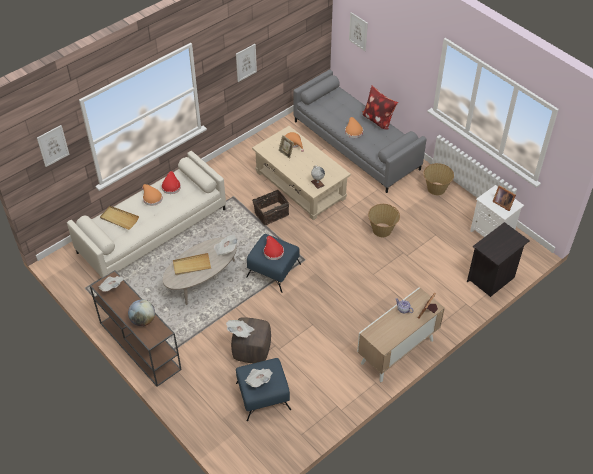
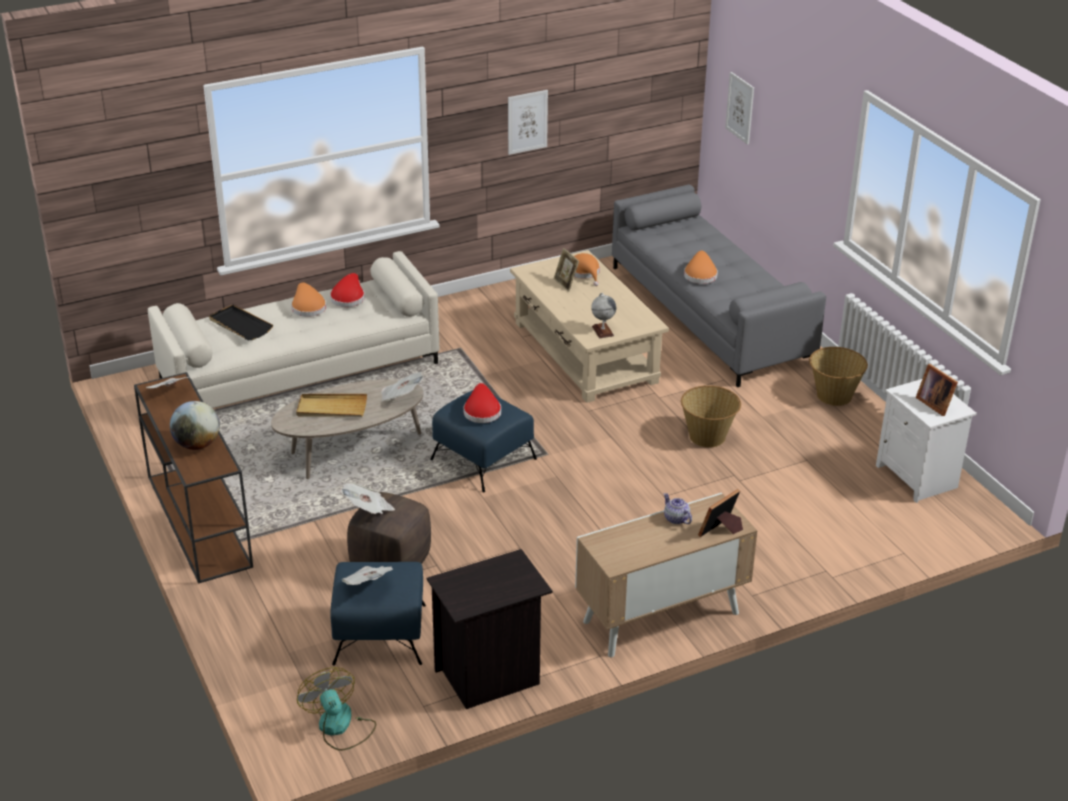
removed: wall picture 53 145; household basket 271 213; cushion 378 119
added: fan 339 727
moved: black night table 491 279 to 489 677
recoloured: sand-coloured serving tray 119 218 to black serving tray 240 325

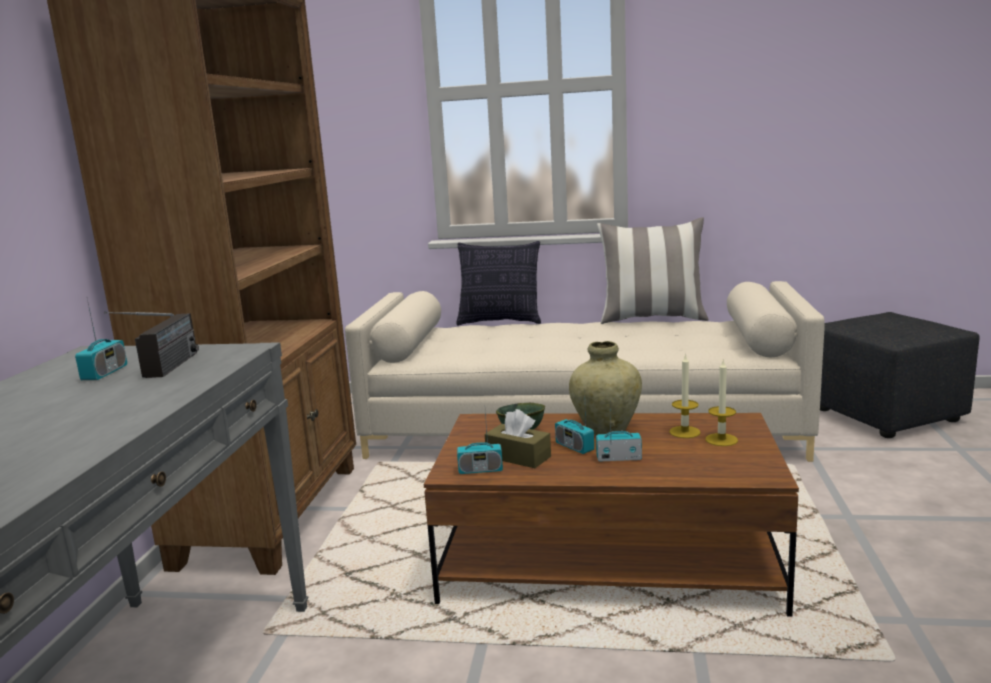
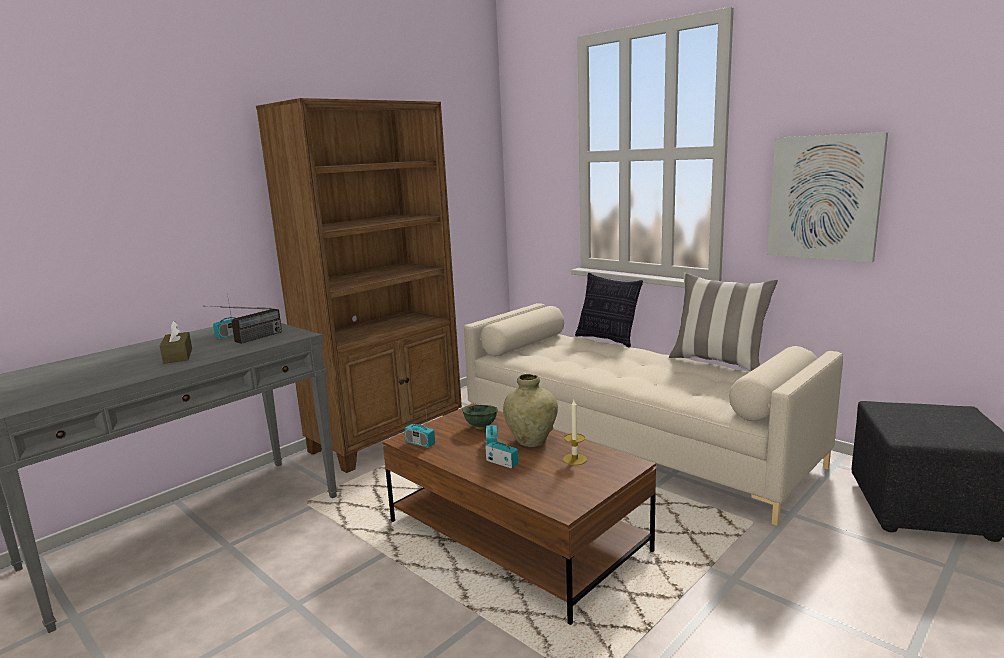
removed: candle 721 440
added: wall picture 824 197
moved: brownish tissue box 518 457 to 178 356

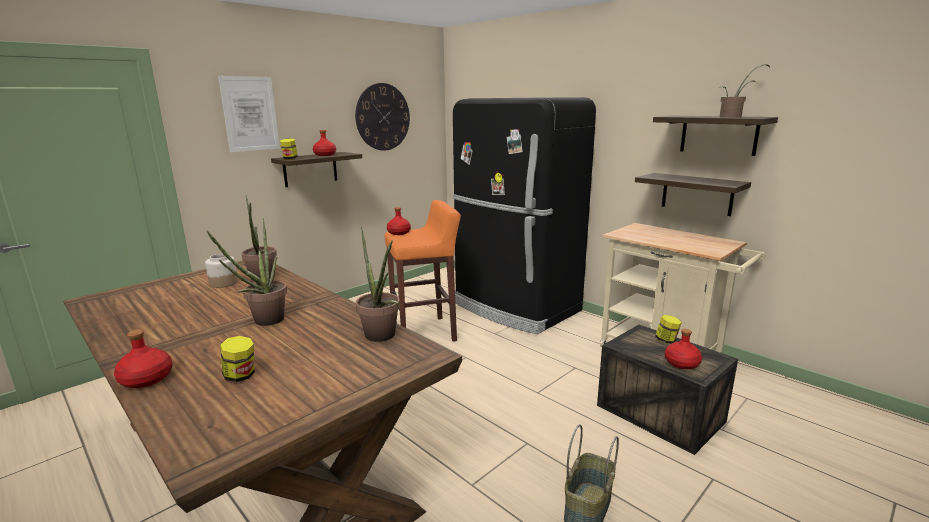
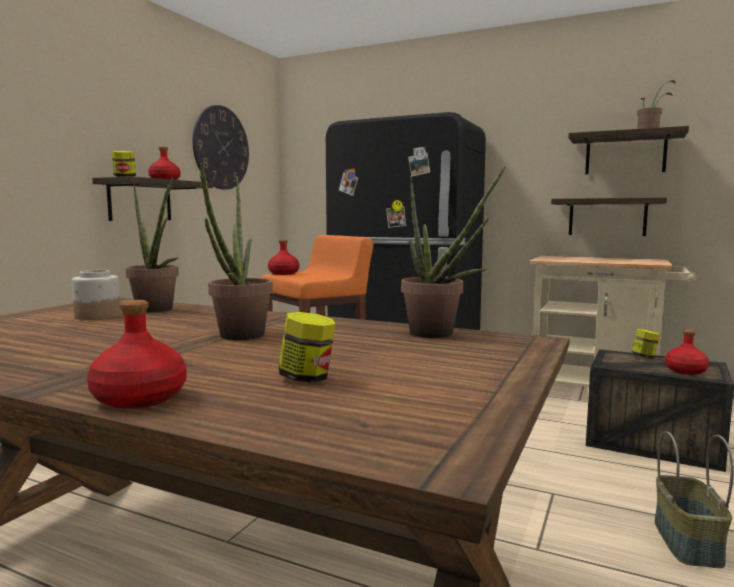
removed: wall picture 250 114

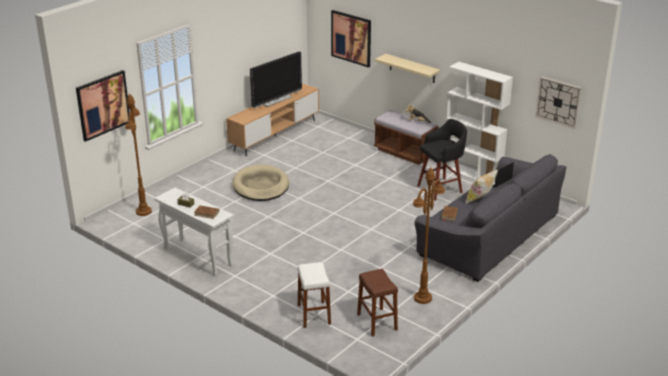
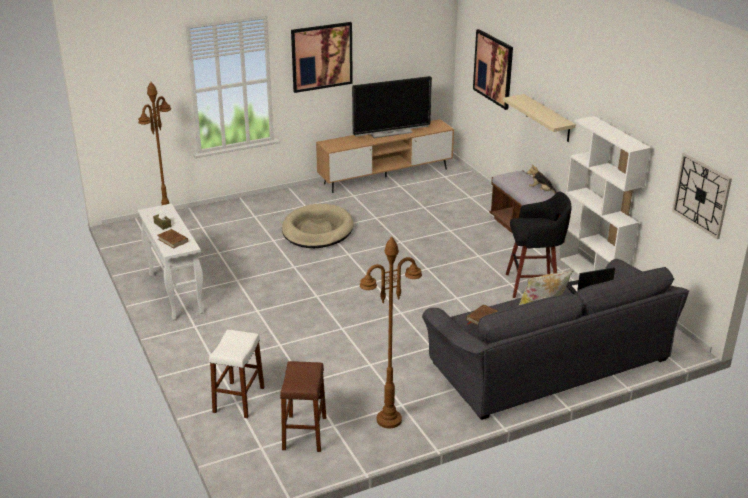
moved: wall picture 103 105 to 322 57

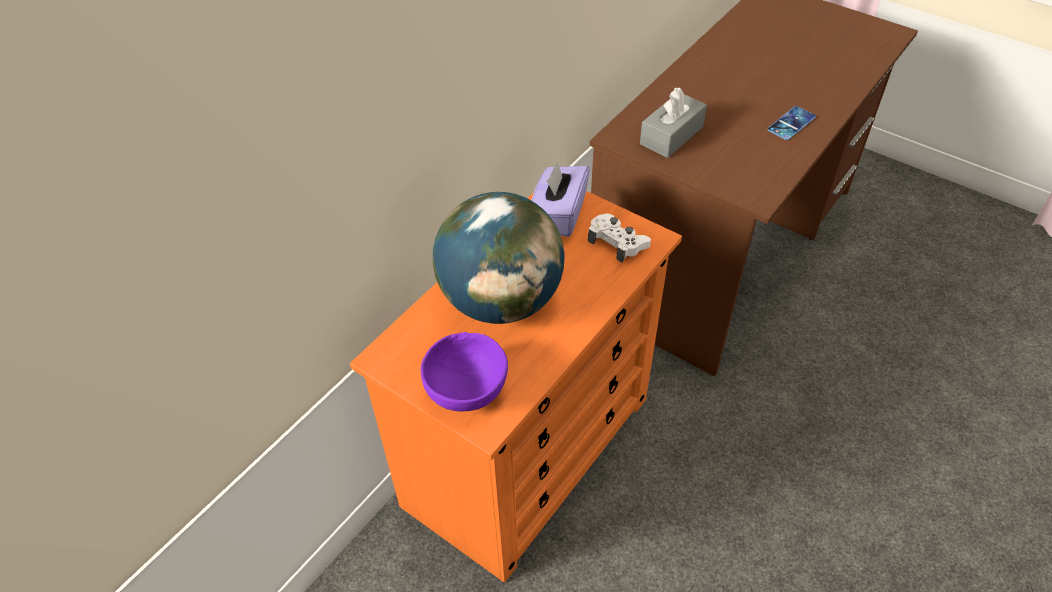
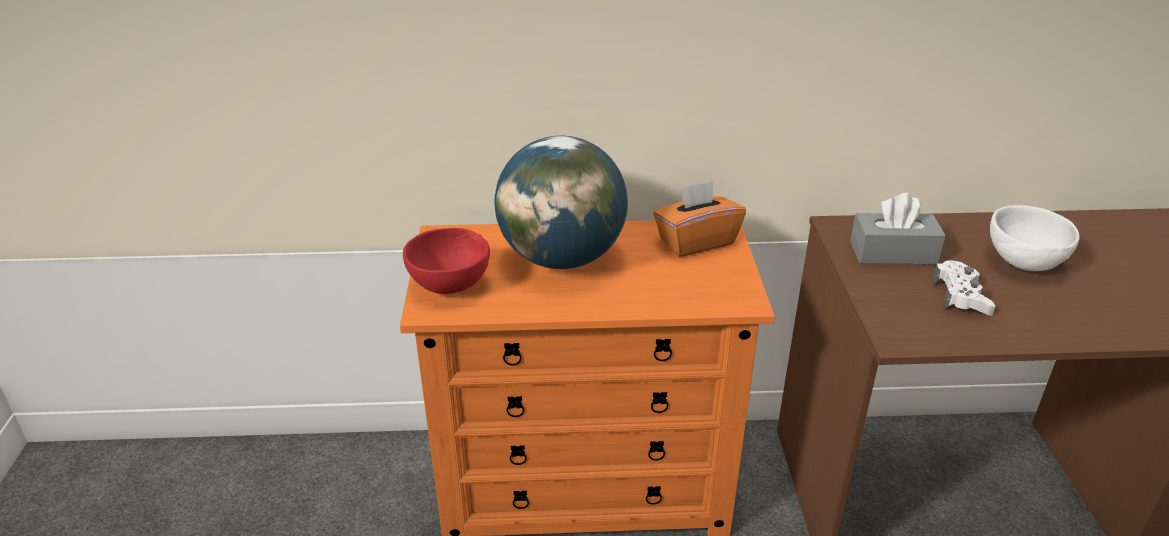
removed: telephone 791 123
added: white-coloured serving bowl 1022 262
moved: white-coloured joypad 617 242 to 961 296
recoloured: purplish serving bowl 468 391 to red-coloured serving bowl 451 286; purplish tissue box 558 215 to orange-coloured tissue box 696 241

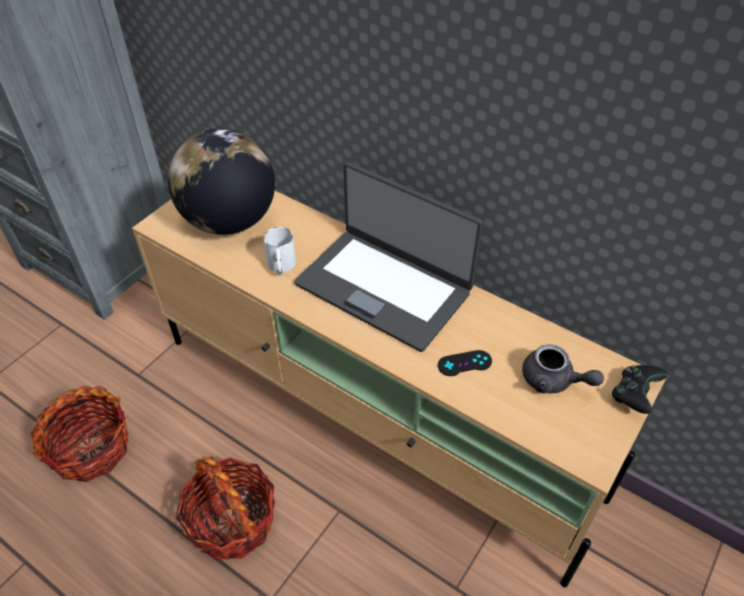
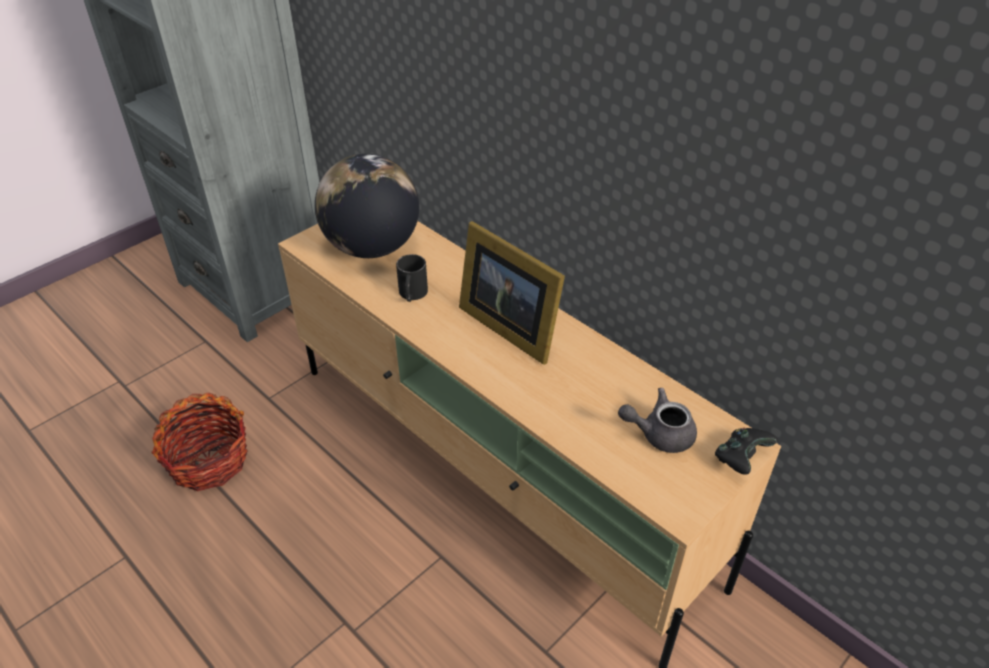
removed: household basket 232 521; black joypad 464 363
replaced: portable computer 384 287 to photo frame 509 325
recoloured: white-coloured mug 281 266 to black mug 412 294
turned: greyish teapot 553 381 = 659 434 135 degrees clockwise

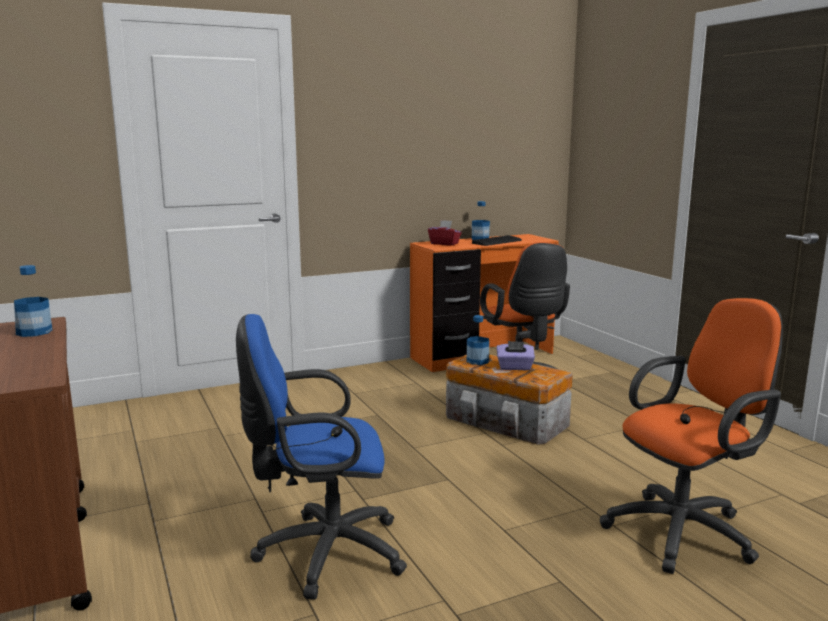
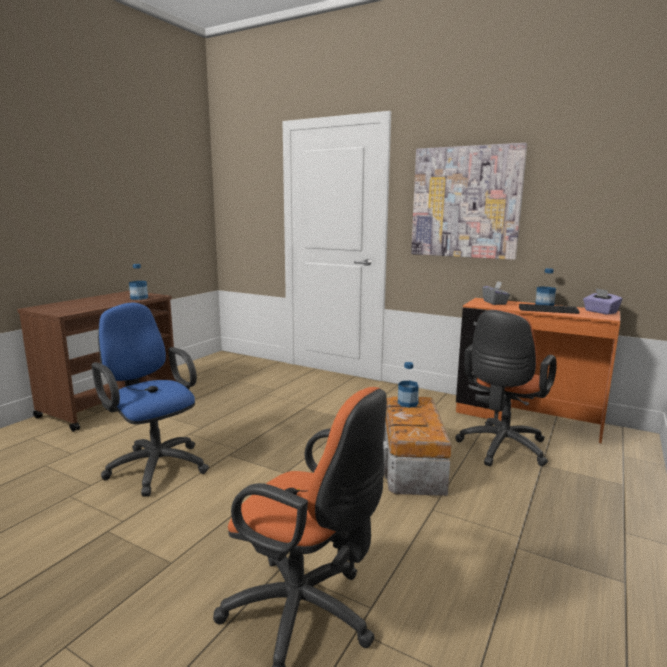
added: wall picture 465 202
moved: purplish tissue box 515 367 to 600 312
recoloured: red-coloured tissue box 444 244 to greyish tissue box 495 303

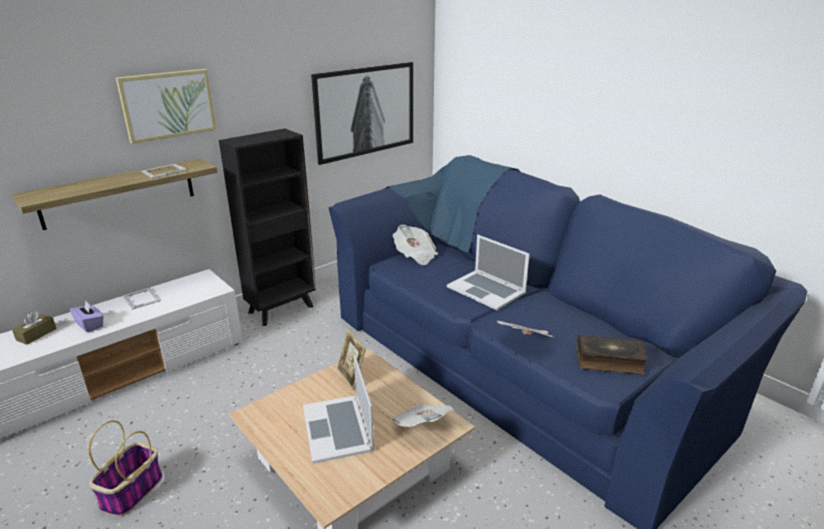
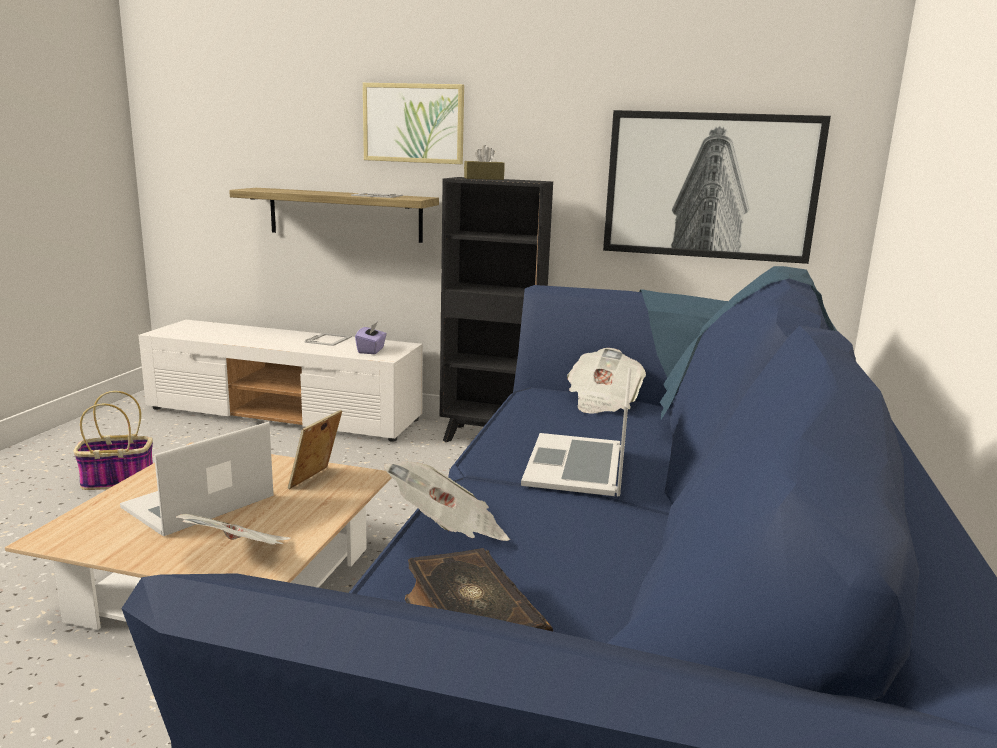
moved: purplish tissue box 90 325 to 371 350; brownish tissue box 36 334 to 483 178

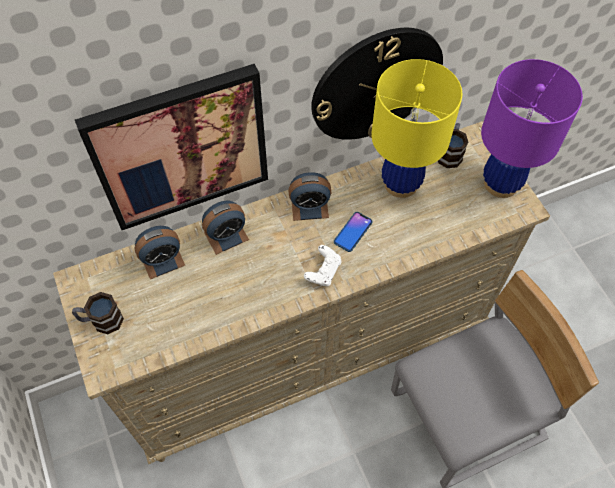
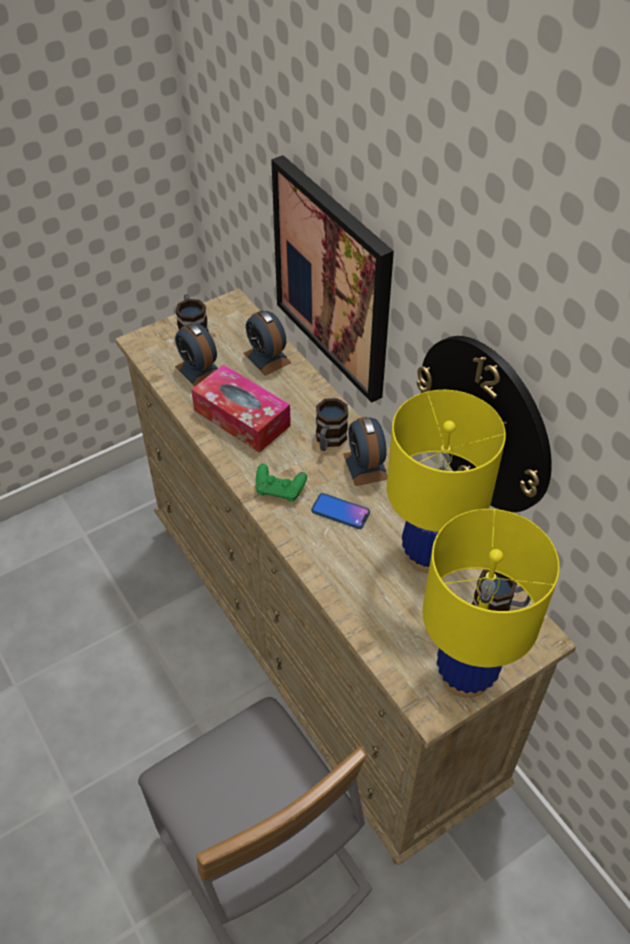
added: tissue box 242 418; mug 329 440
moved: alarm clock 226 236 to 199 370
recoloured: white-coloured joypad 323 271 to greenish joypad 280 490; purplish table lamp 501 183 to yellowish table lamp 466 674

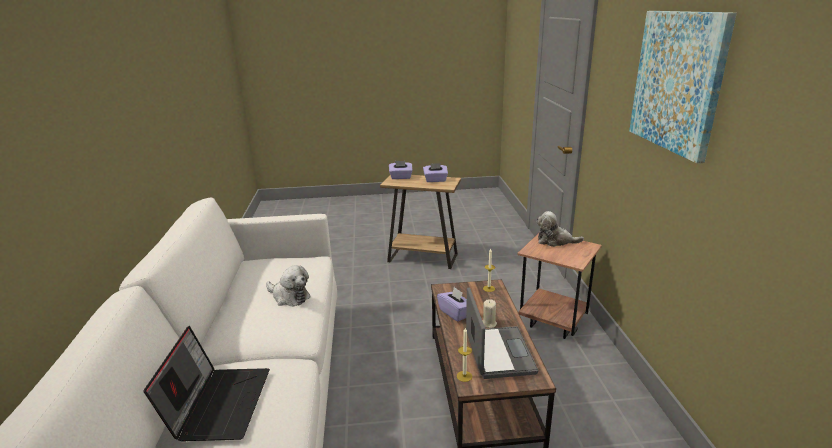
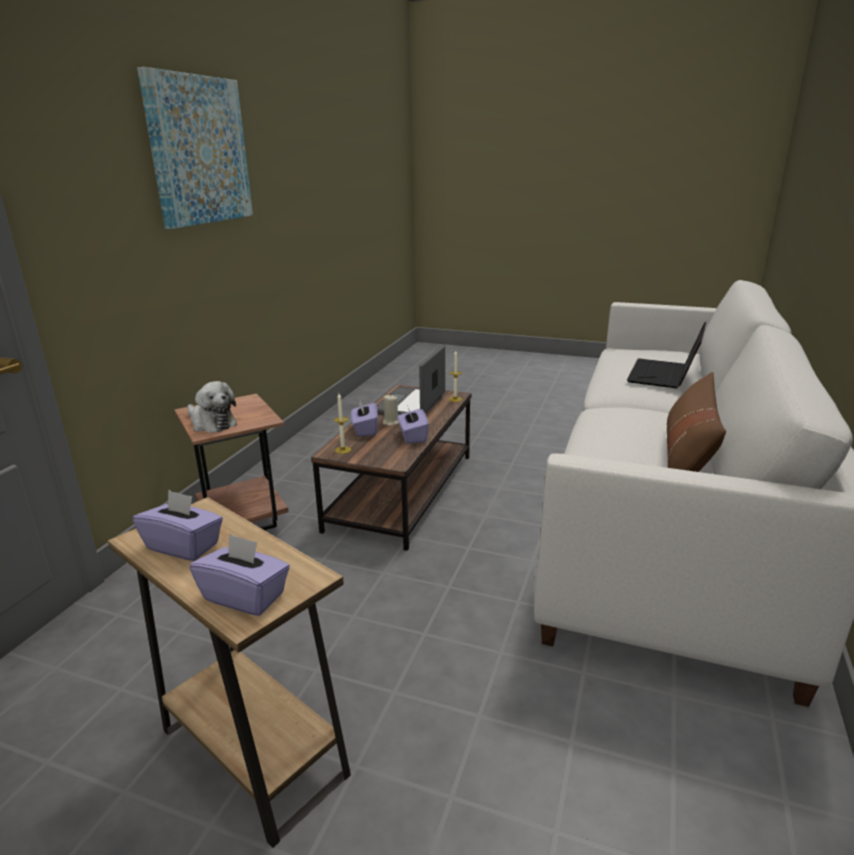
removed: soft toy 289 297
added: purplish tissue box 365 430; brownish cushion 686 457

